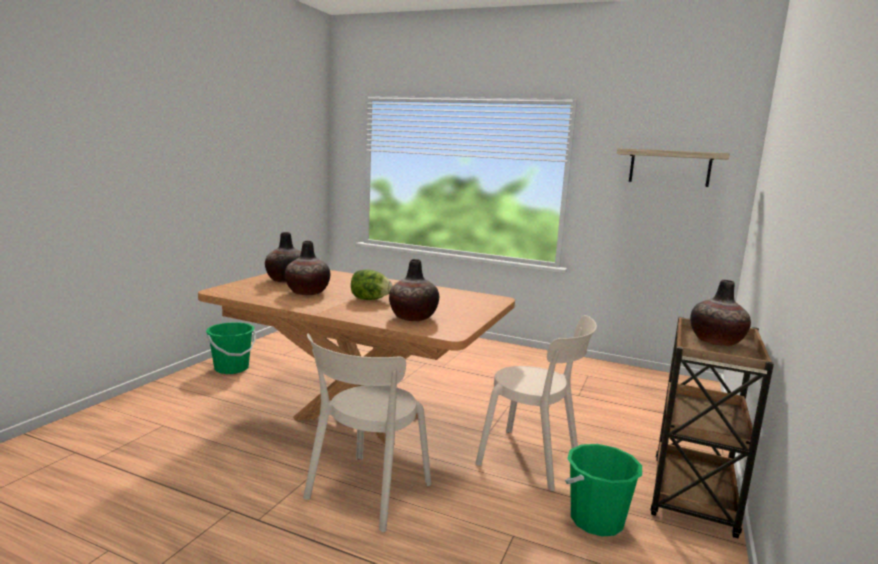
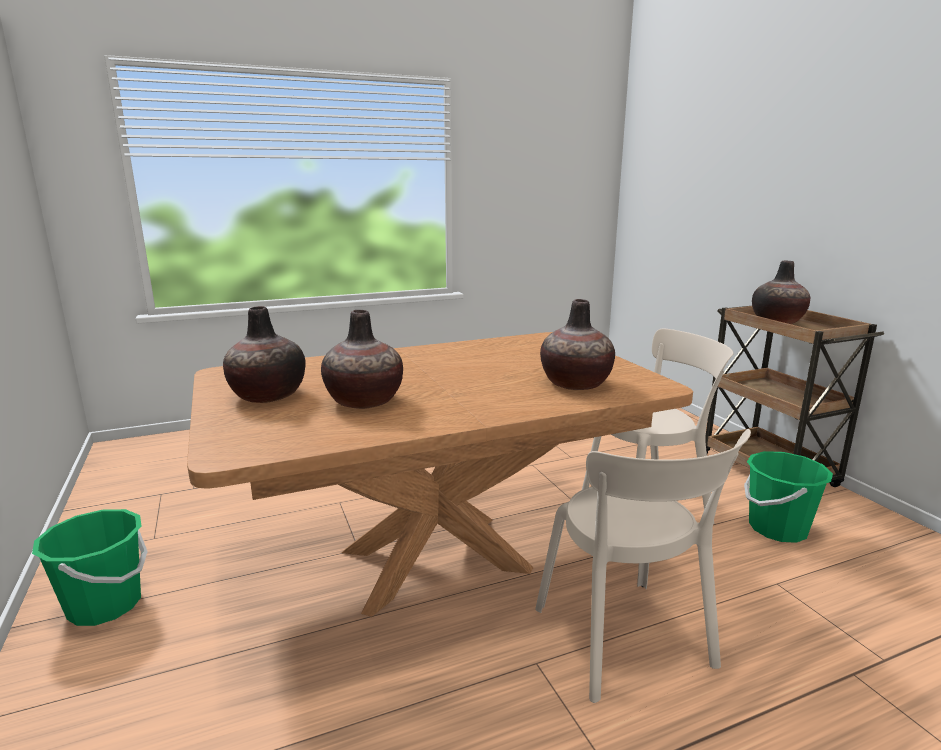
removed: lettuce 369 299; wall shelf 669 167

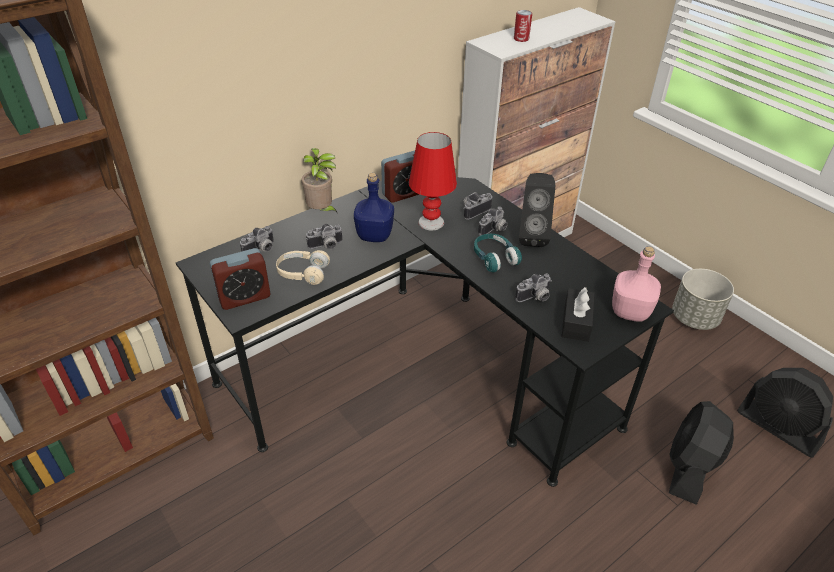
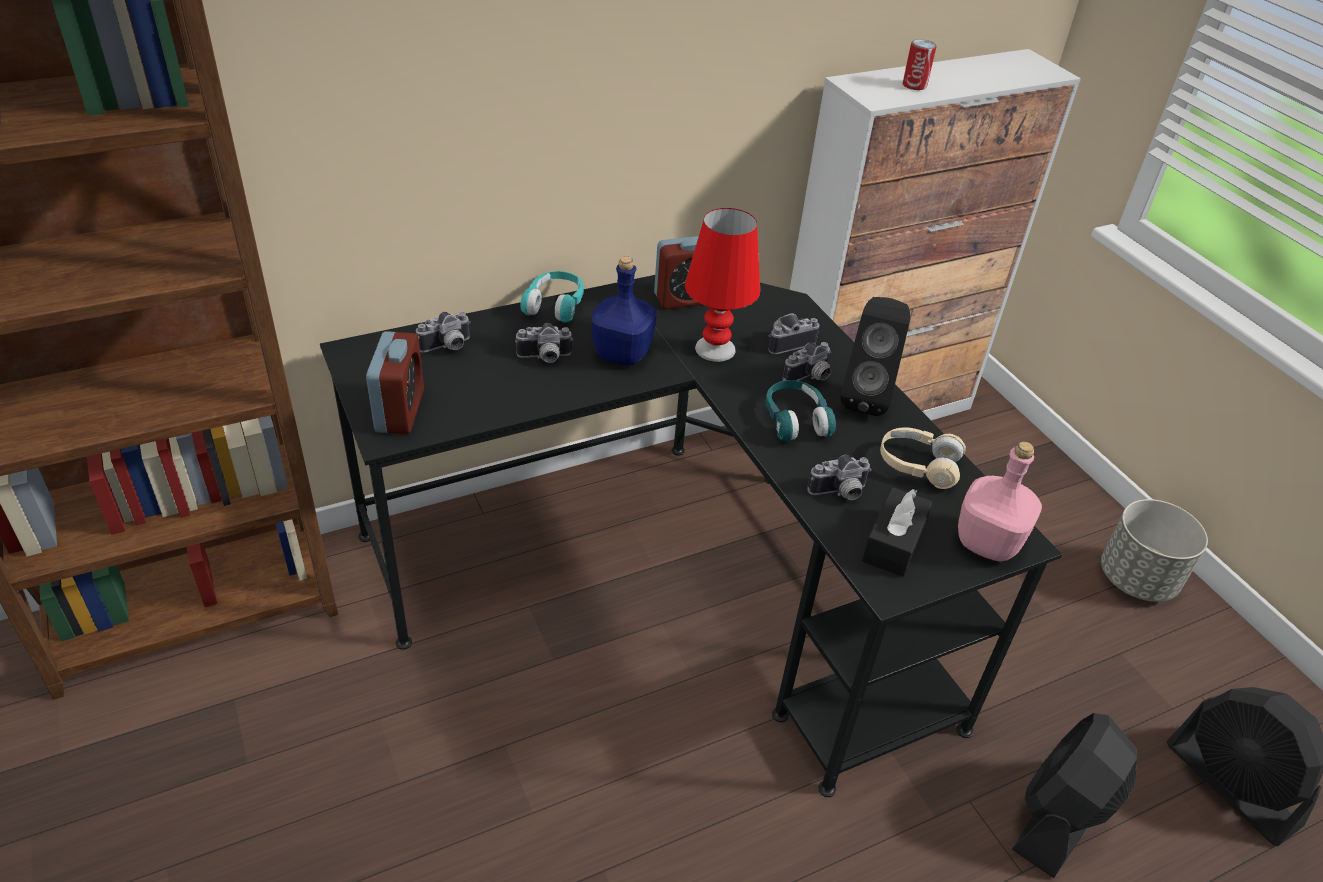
moved: sand-coloured headphones 303 273 to 918 466
replaced: potted plant 321 211 to blue-green headphones 555 305
turned: alarm clock 244 297 = 400 411 75 degrees counterclockwise

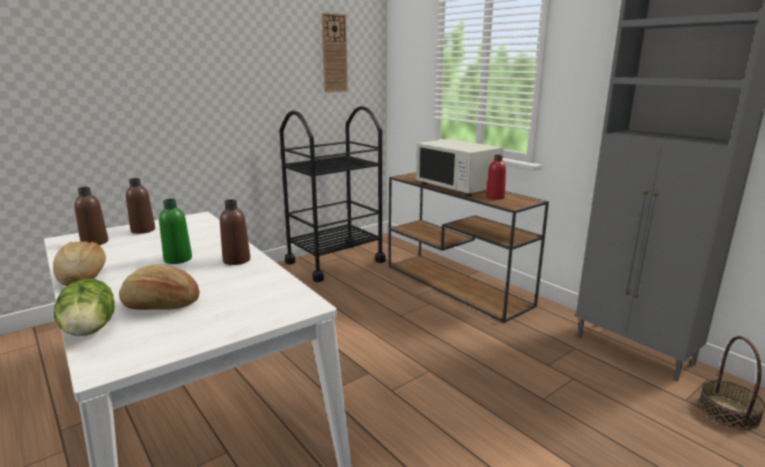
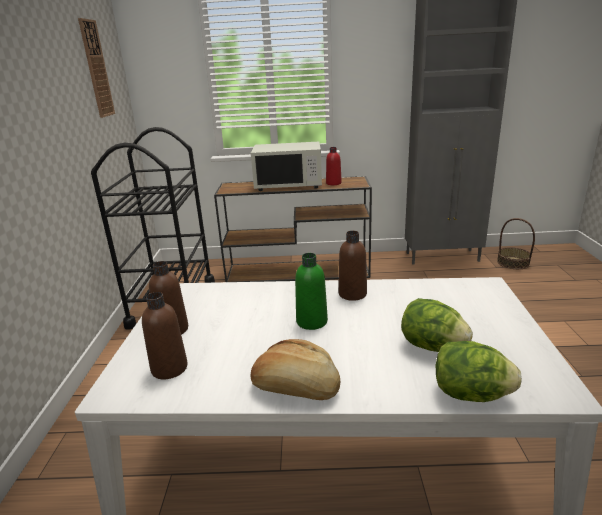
replaced: bread 161 304 to lettuce 432 346

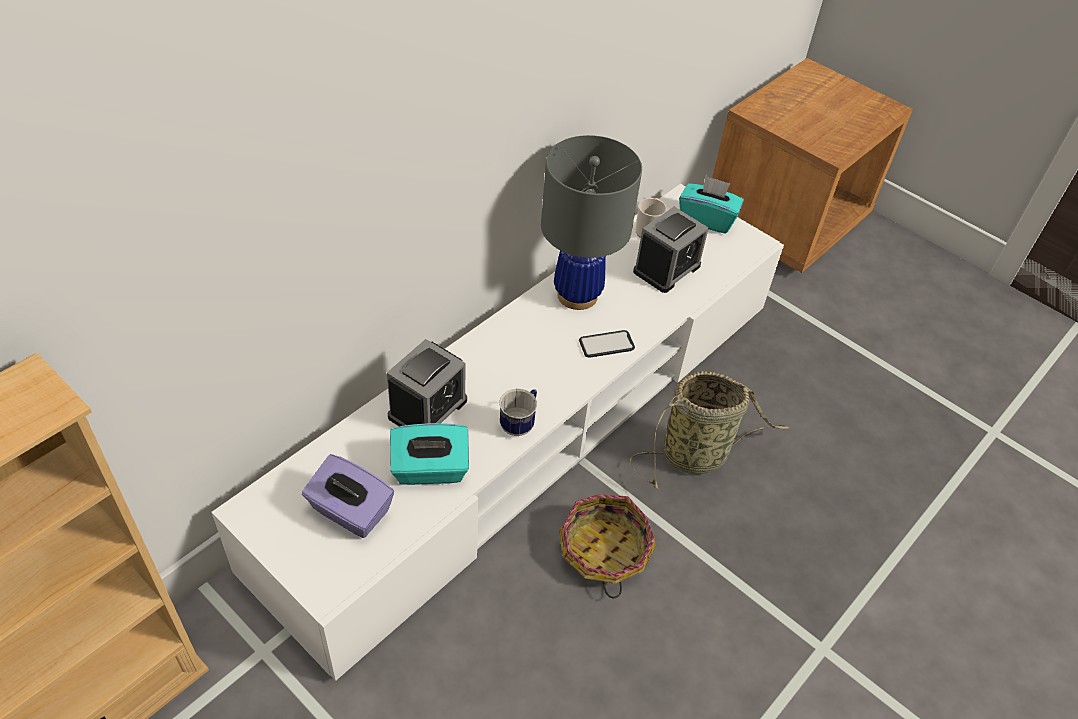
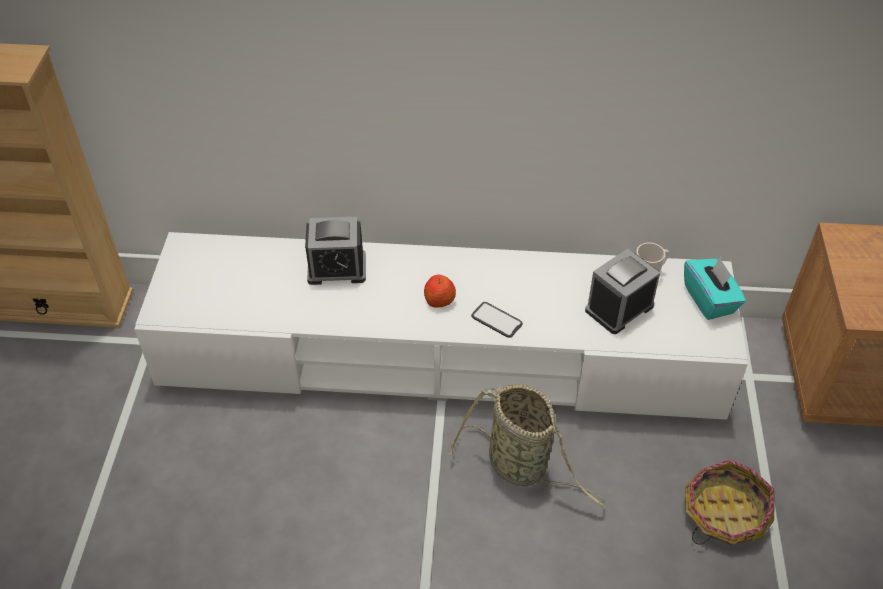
removed: purplish tissue box 350 512; blue-green tissue box 430 470; mug 520 423; greyish table lamp 577 295
added: apple 439 300
moved: household basket 604 551 to 724 513
turned: alarm clock 666 268 = 619 308 135 degrees clockwise

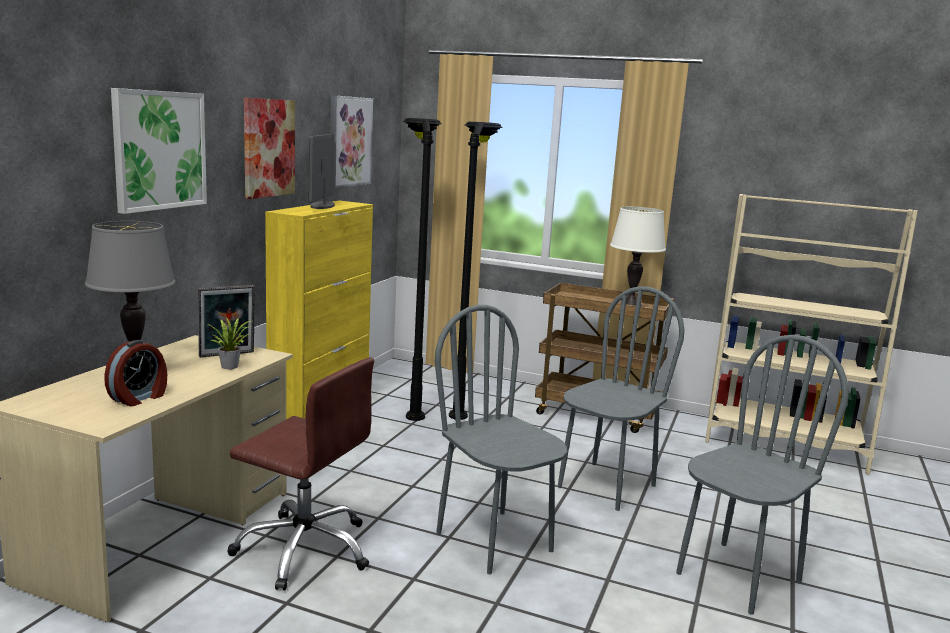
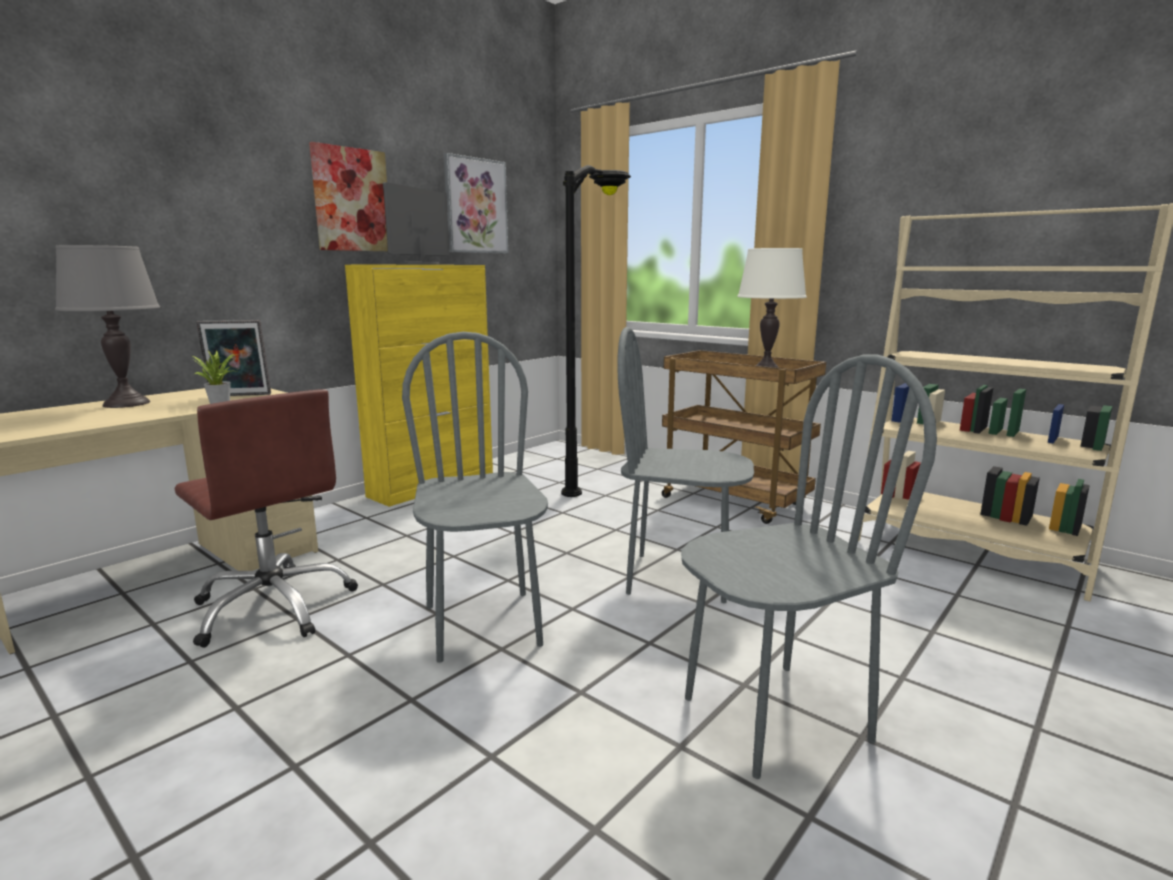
removed: alarm clock 139 398; wall picture 159 150; black floor lamp 412 396
turned: greyish chair 606 486 = 679 578 135 degrees counterclockwise

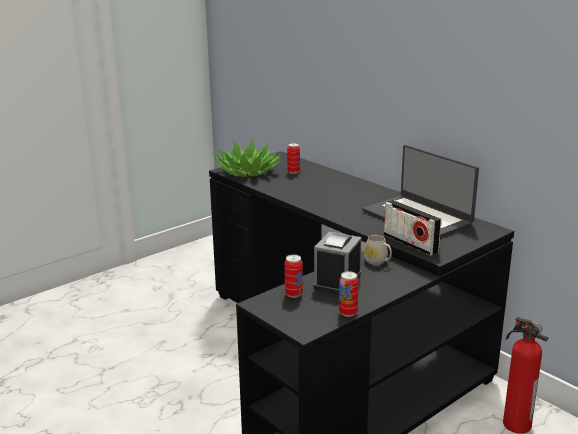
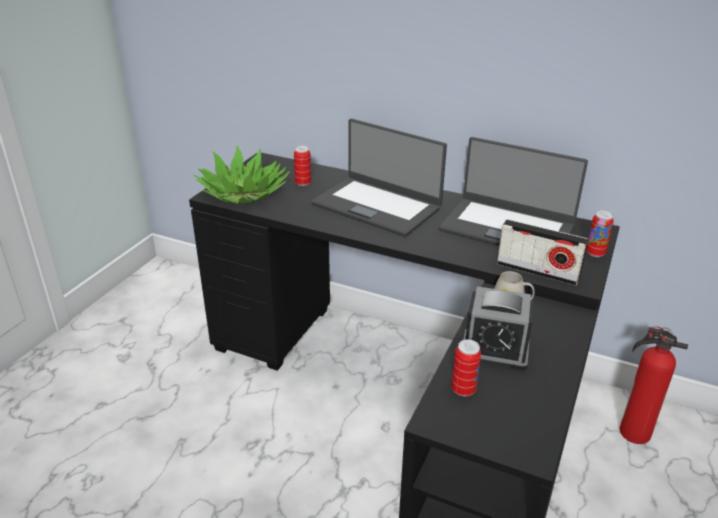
added: portable computer 377 206
moved: metal can 348 313 to 595 253
turned: alarm clock 337 281 = 494 350 75 degrees counterclockwise

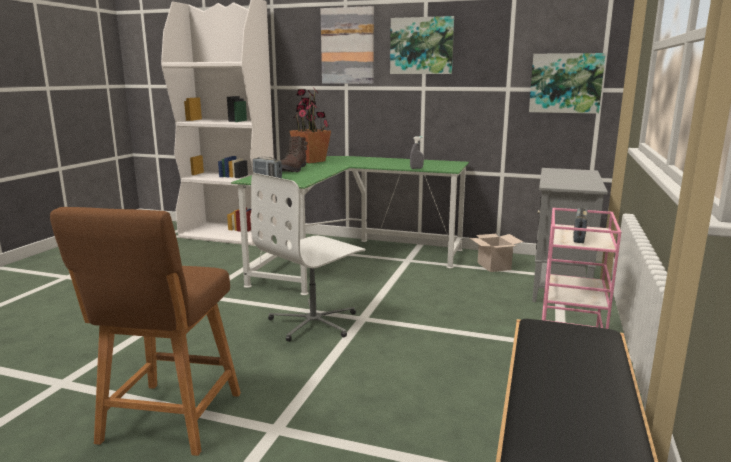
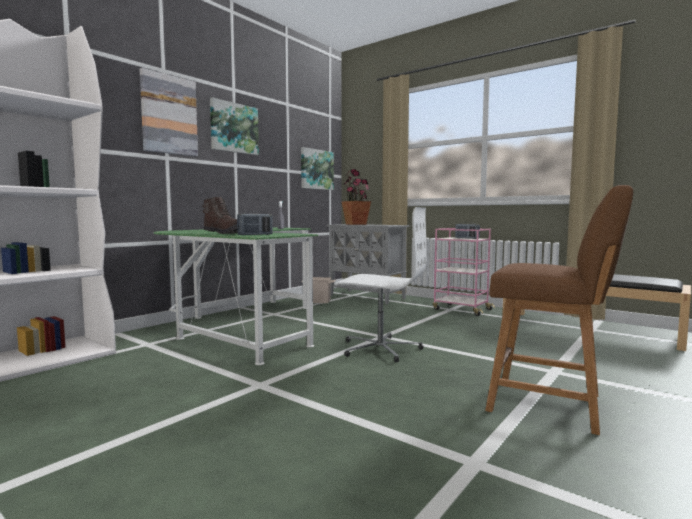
moved: potted plant 310 161 to 356 224
turned: white-coloured office chair 314 322 = 380 348 45 degrees counterclockwise

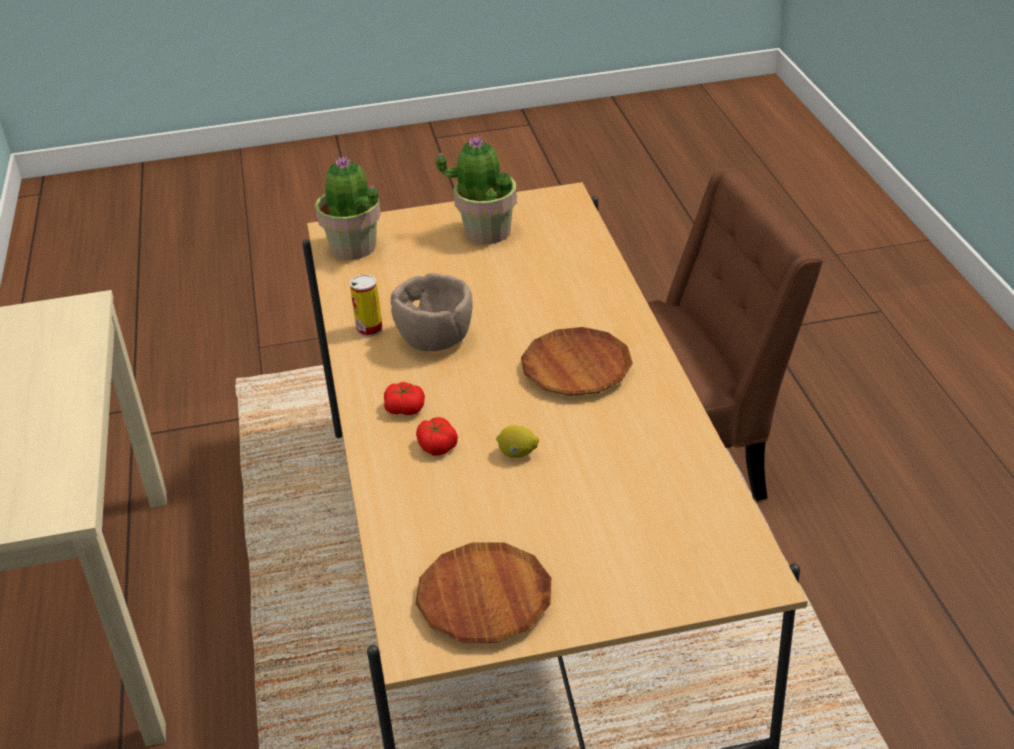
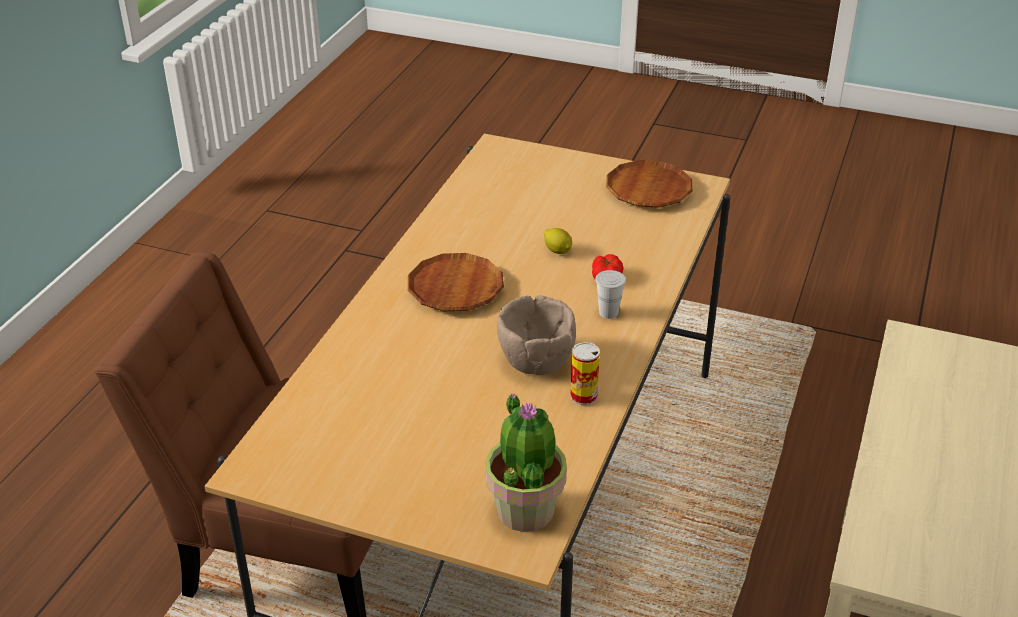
removed: potted plant 487 232
replaced: whole tomato 405 408 to white-coloured small cup 608 313

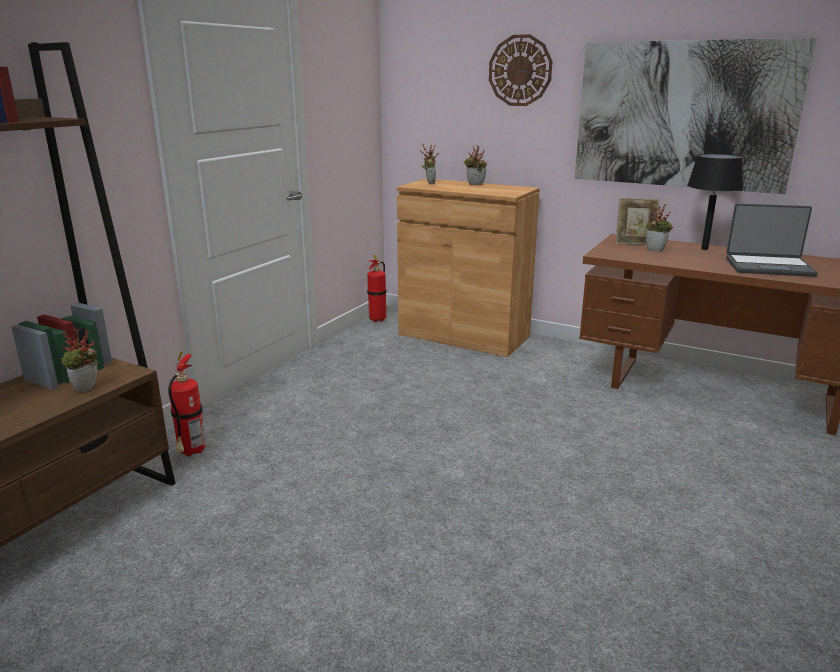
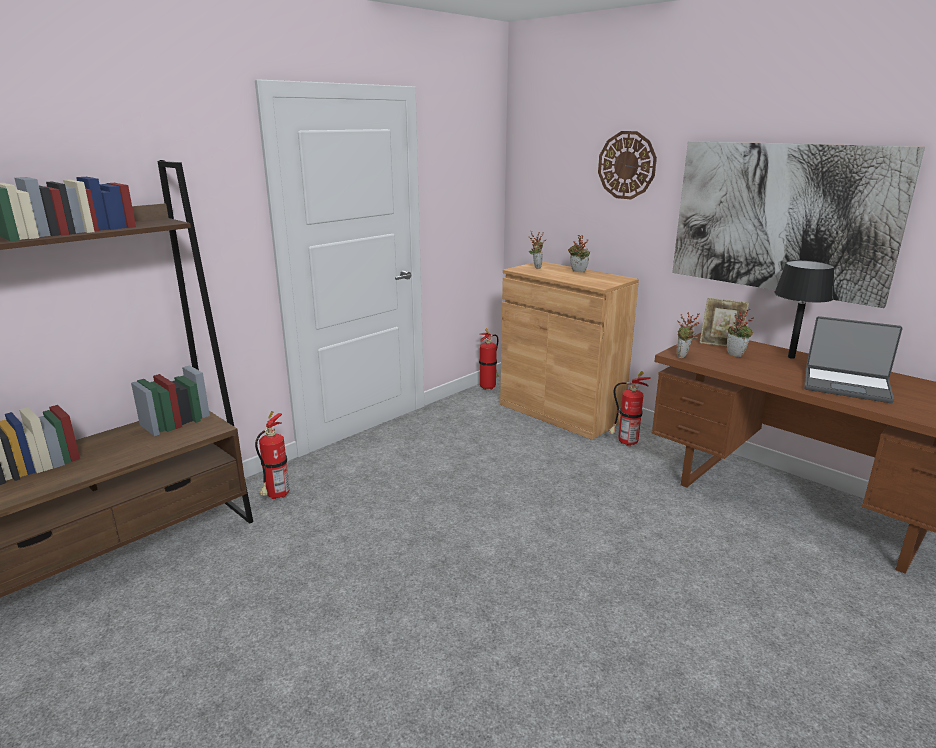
added: fire extinguisher 625 443
moved: potted plant 87 390 to 683 357

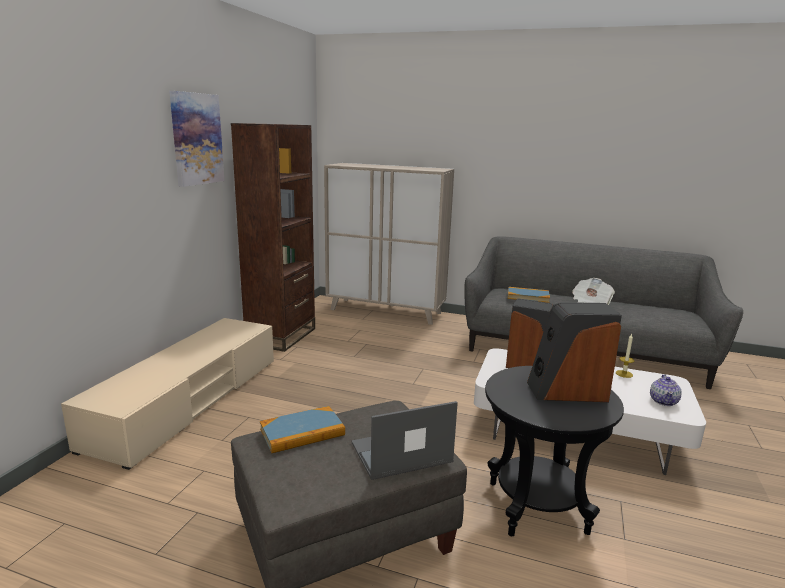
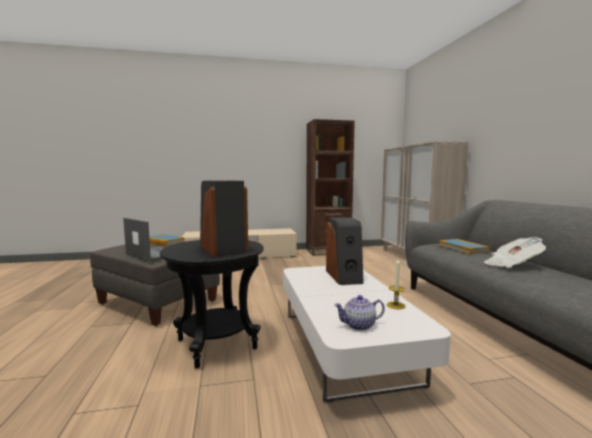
removed: wall picture 196 139

